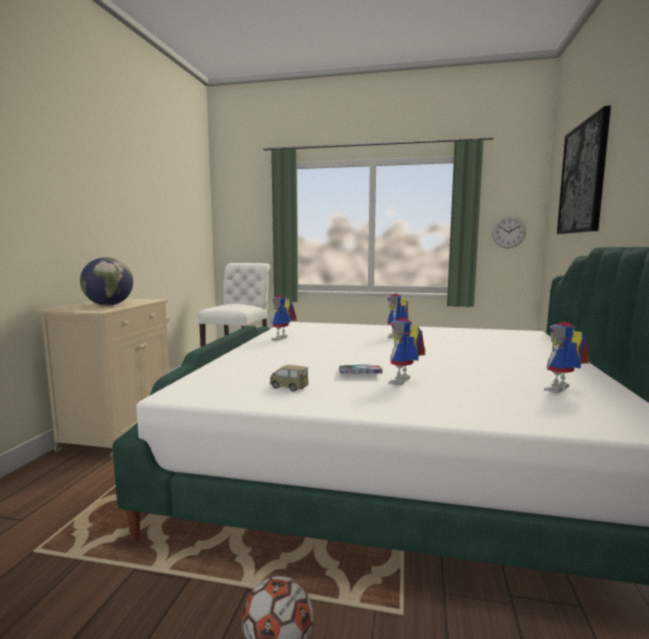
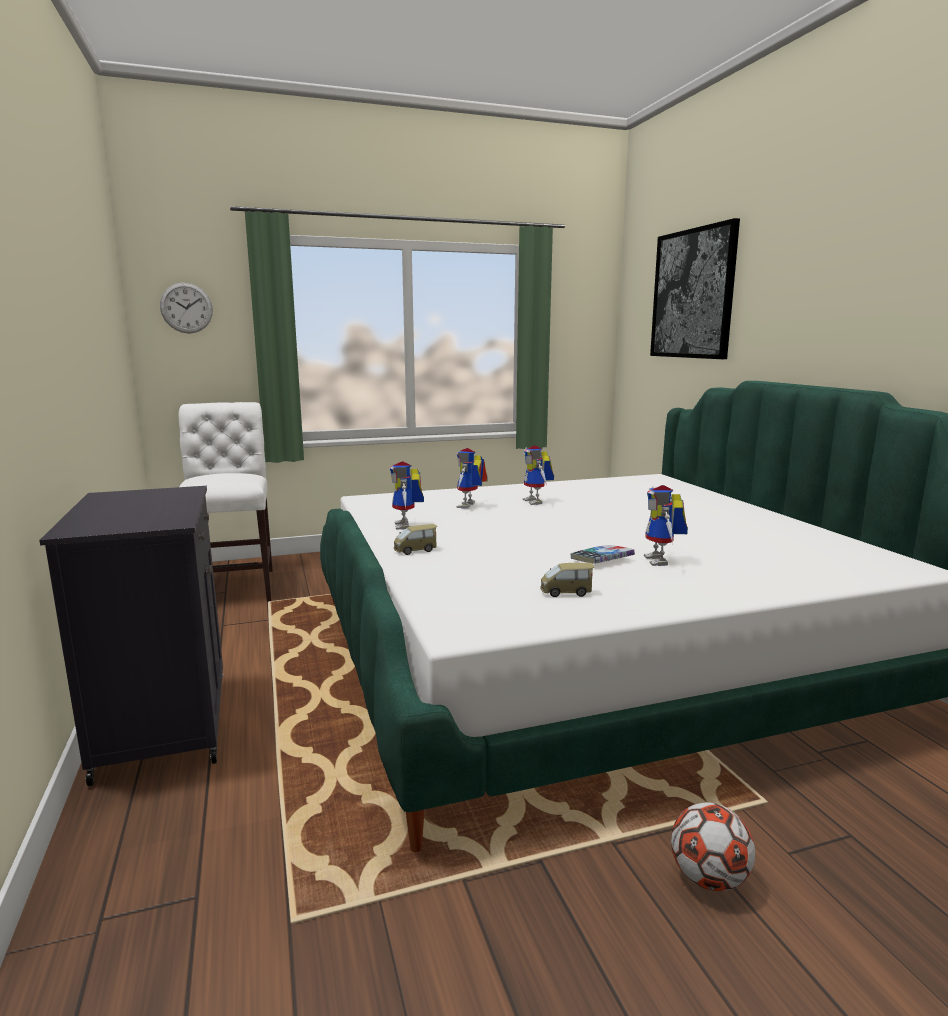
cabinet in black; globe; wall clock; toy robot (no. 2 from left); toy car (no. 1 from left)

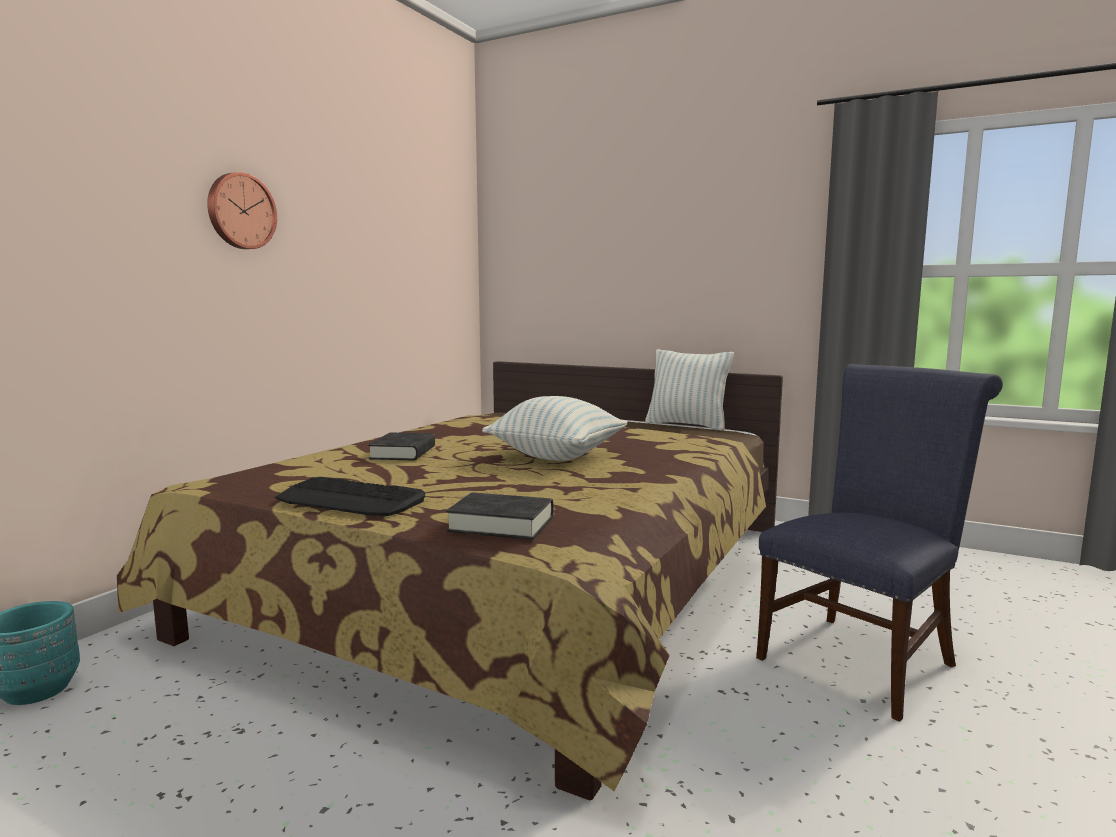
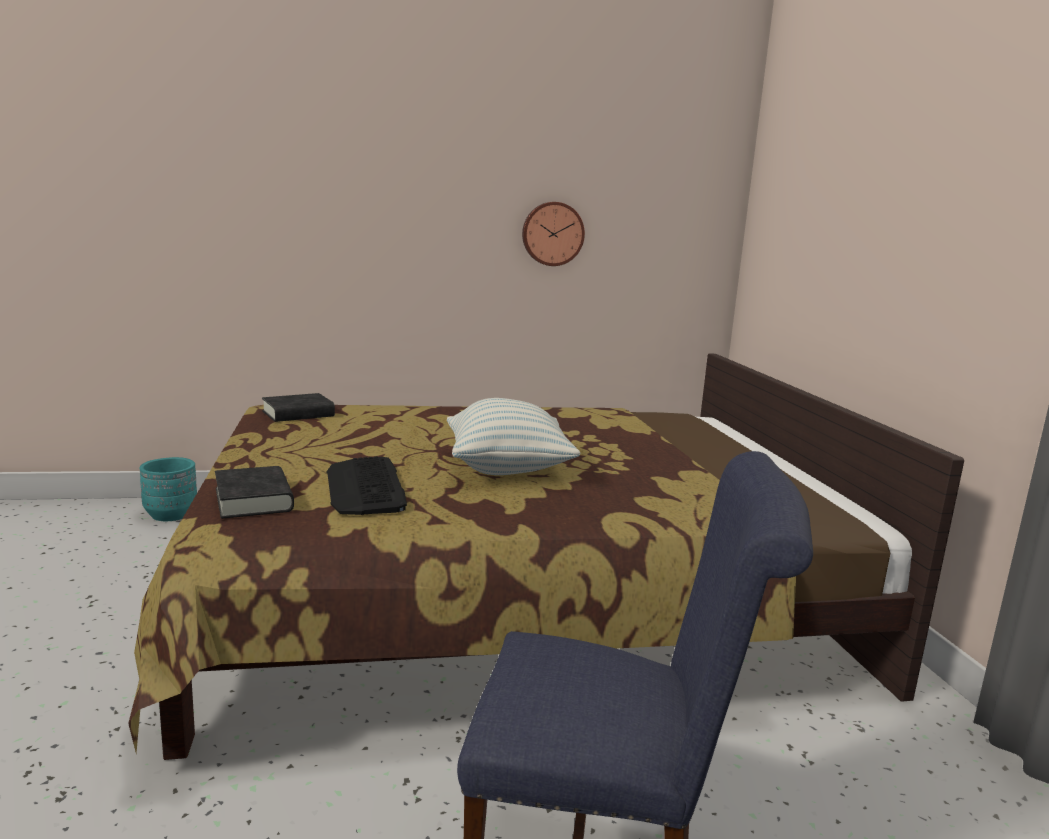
wall clock; keyboard; book in black (no. 2 from left); pillow (no. 2 from left in the first image)

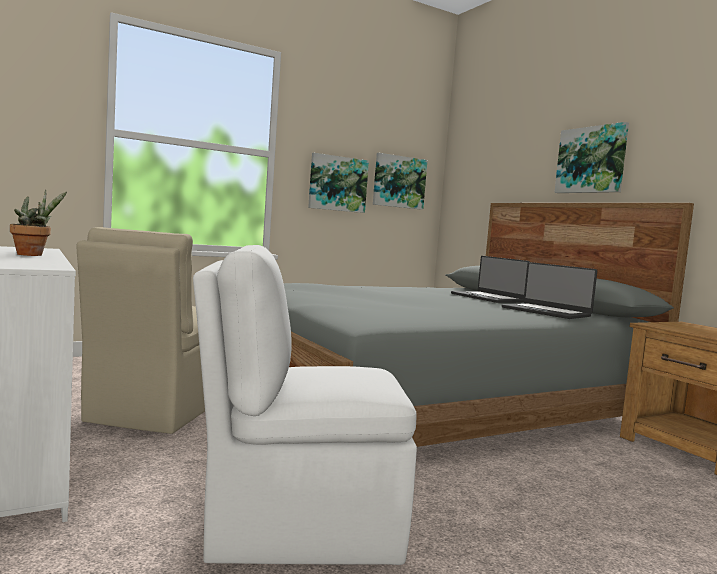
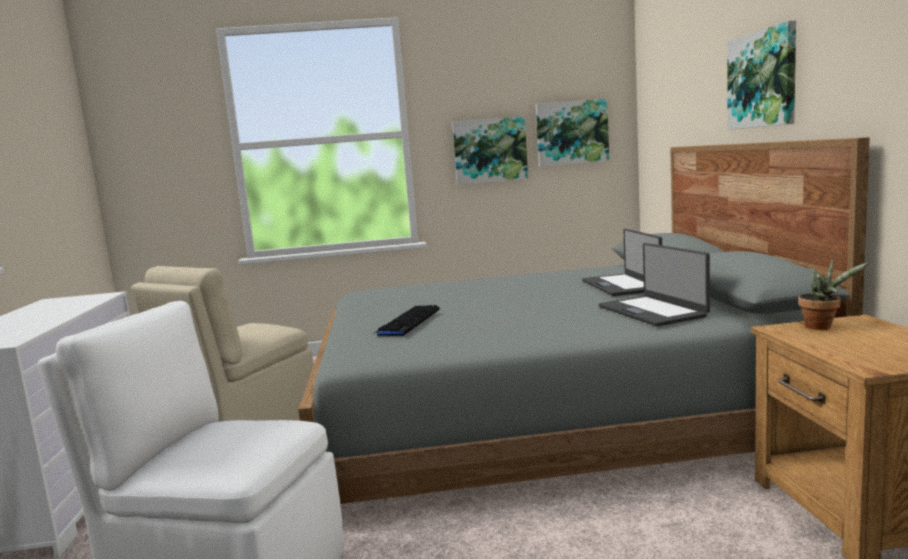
potted plant; keyboard

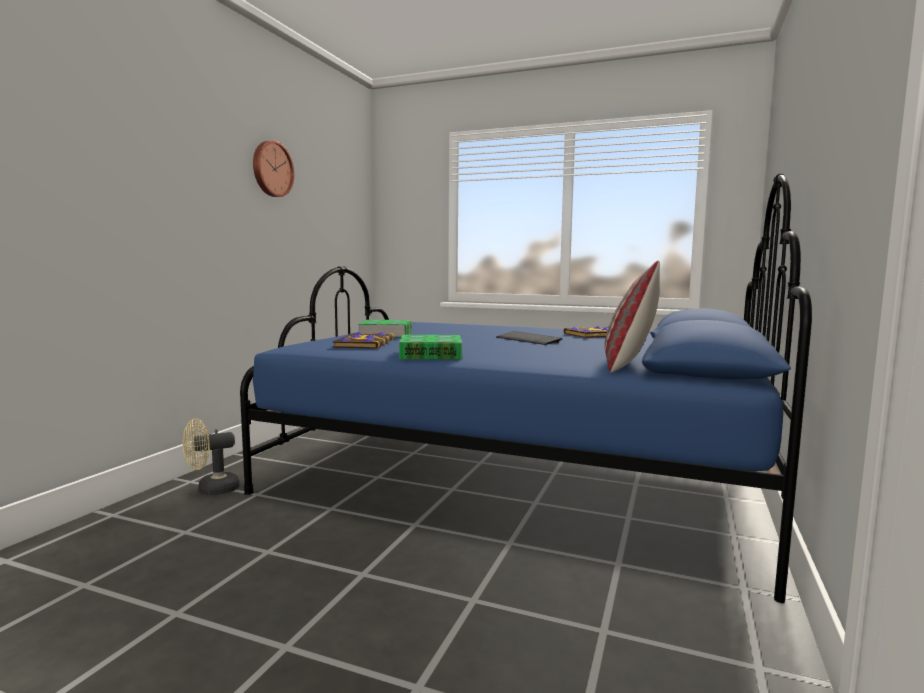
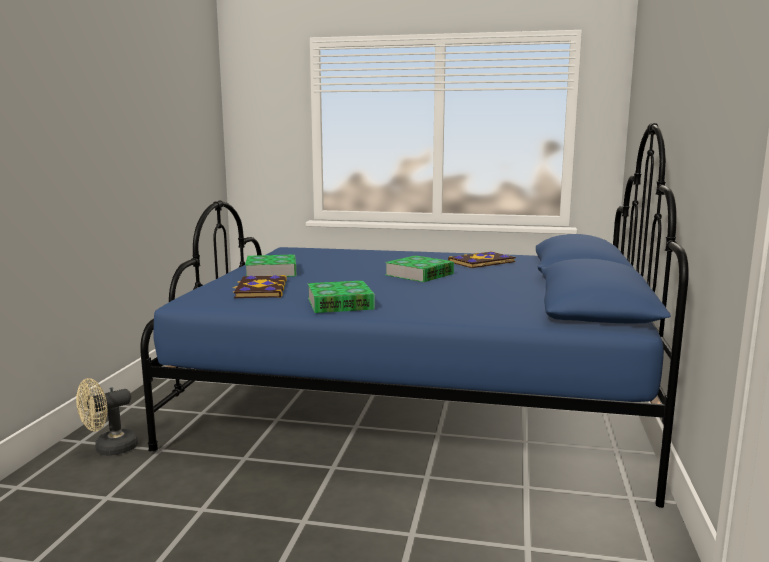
wall clock; book (no. 4 from left); pillow

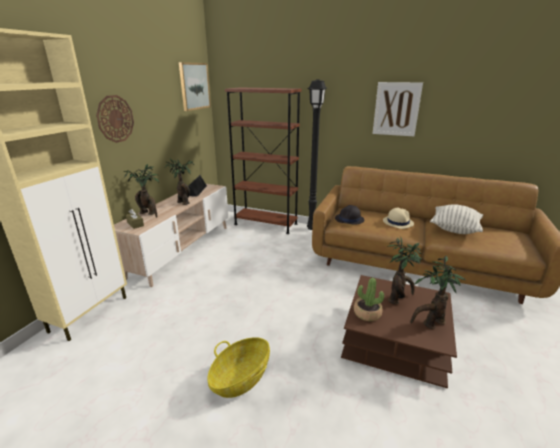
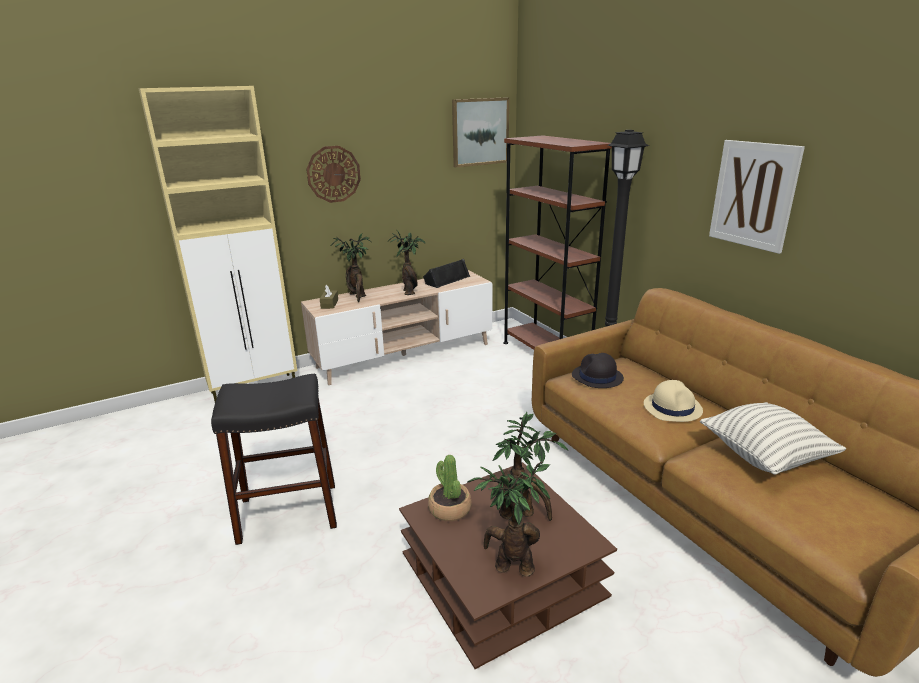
stool in black

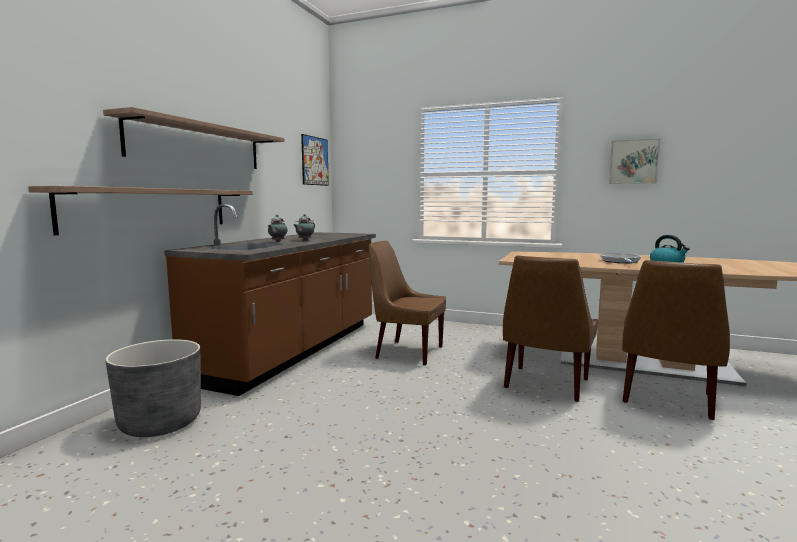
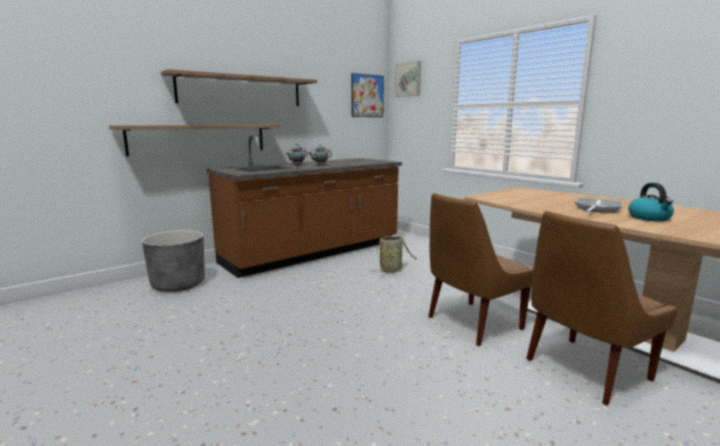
basket; picture (no. 2 from left)

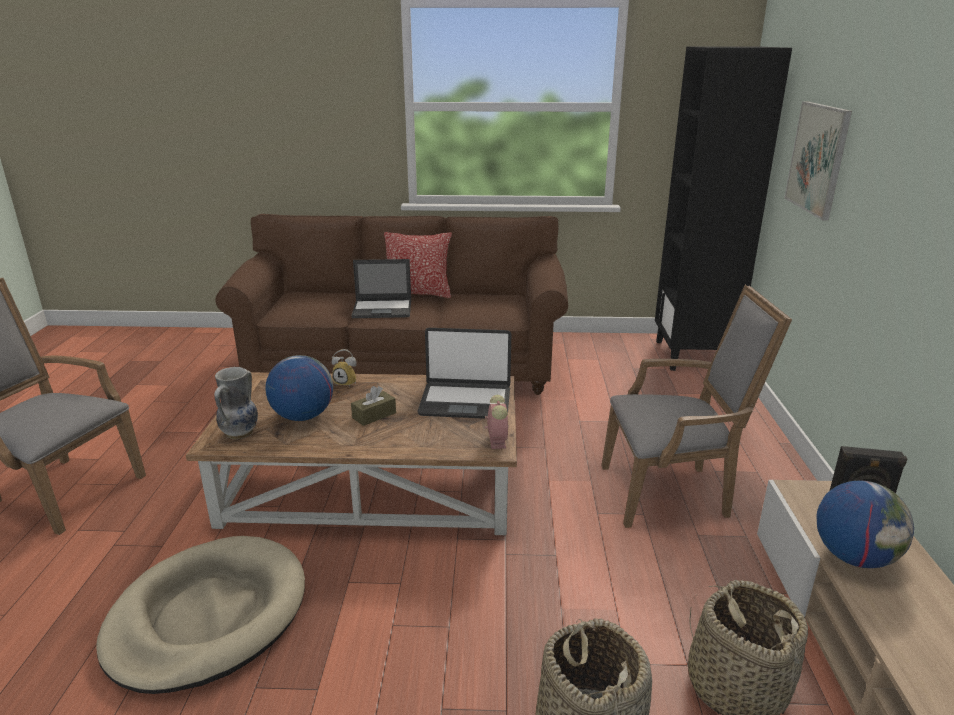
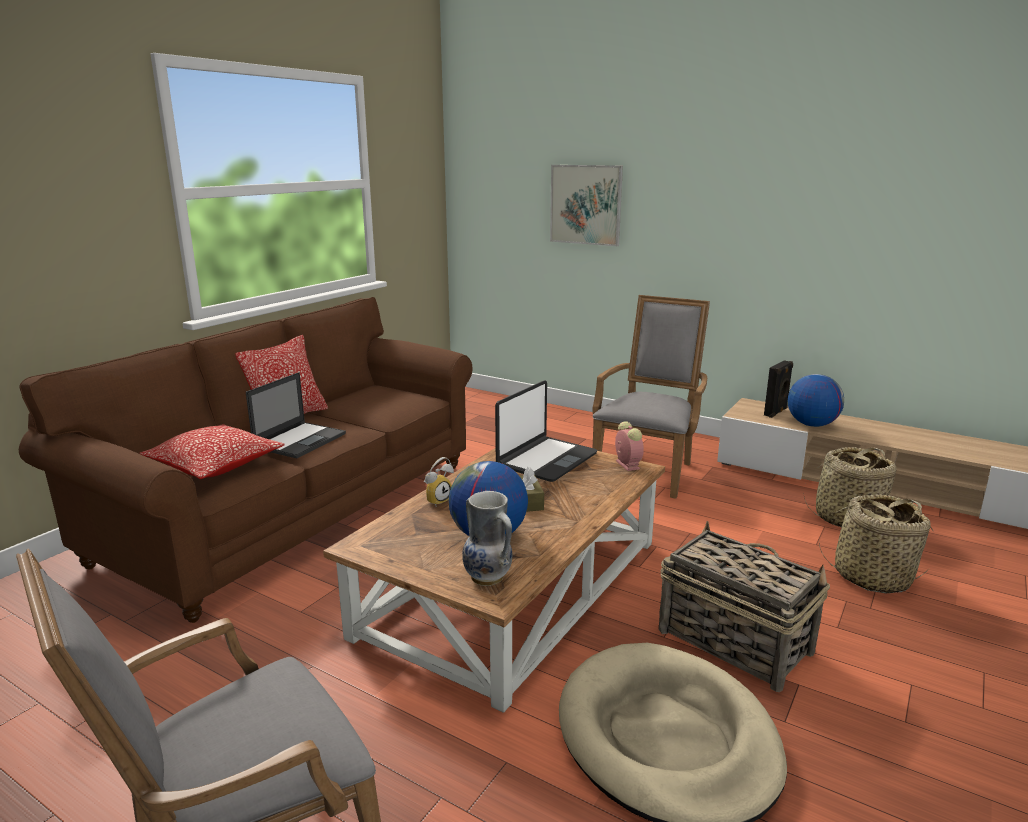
alarm clock (no. 2 from left); bookcase in black; pillow (no. 1 from left); basket (no. 1 from left)

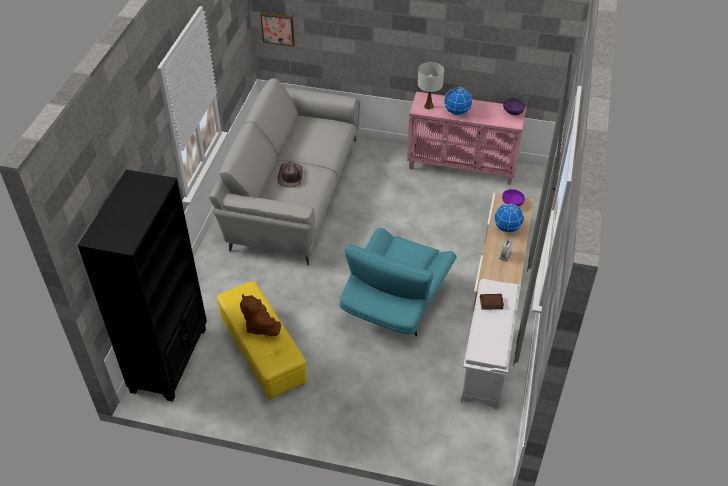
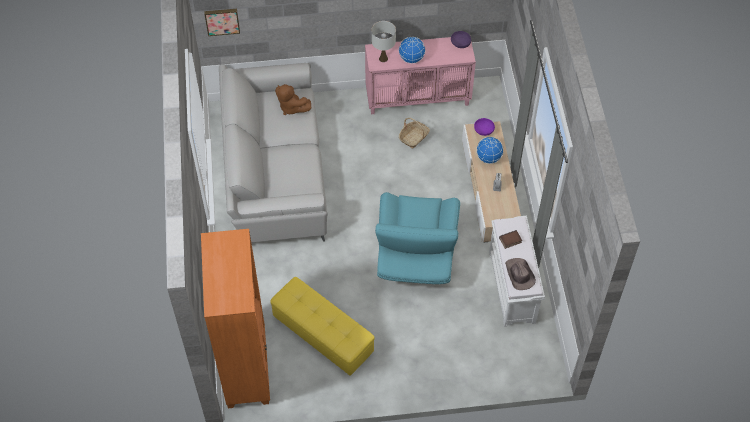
bookcase in orange; plush toy in brown; hat in brown; basket

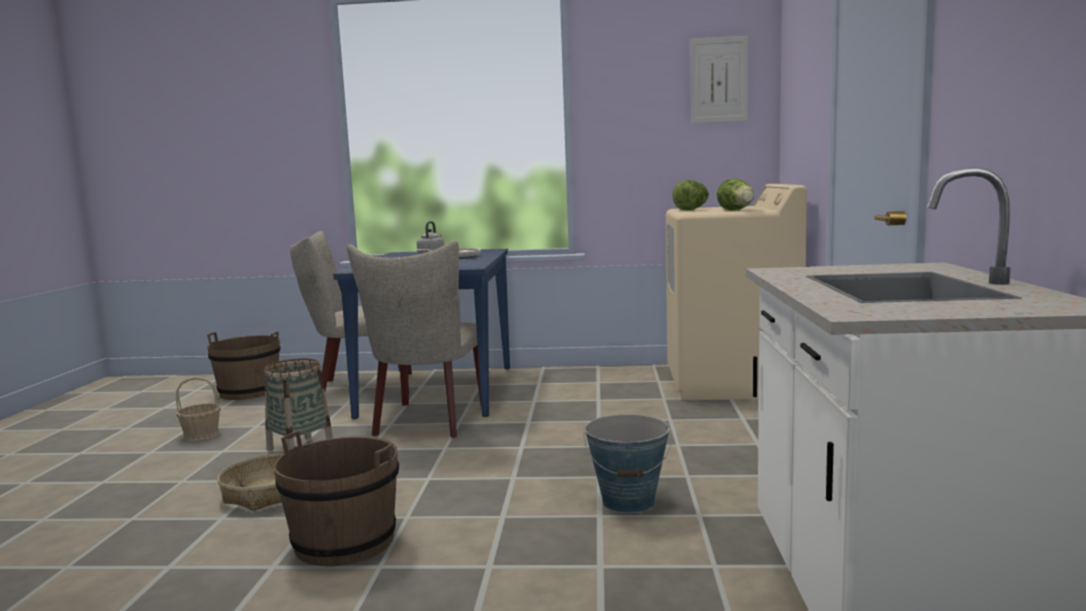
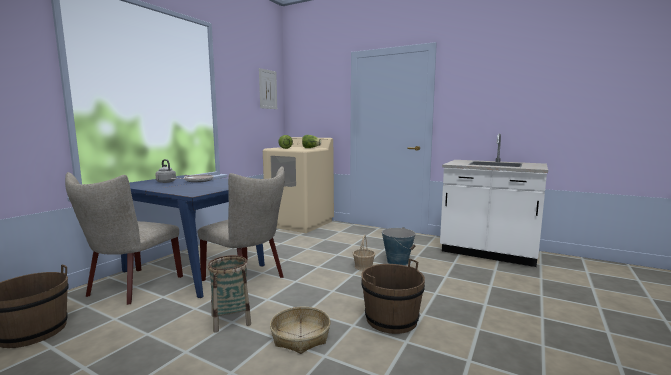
basket (no. 3 from left)

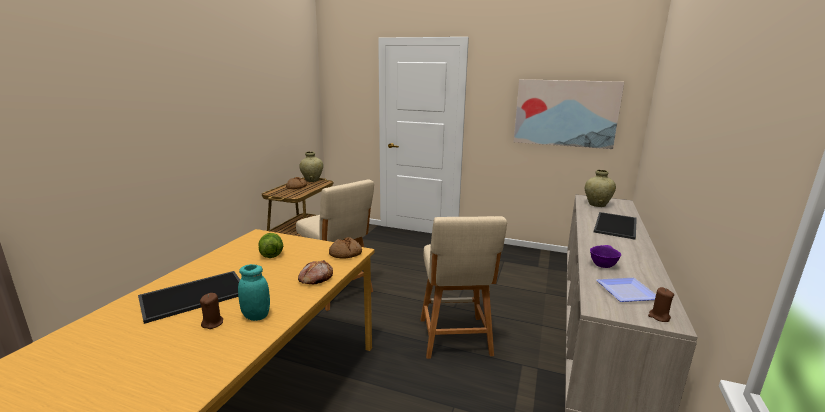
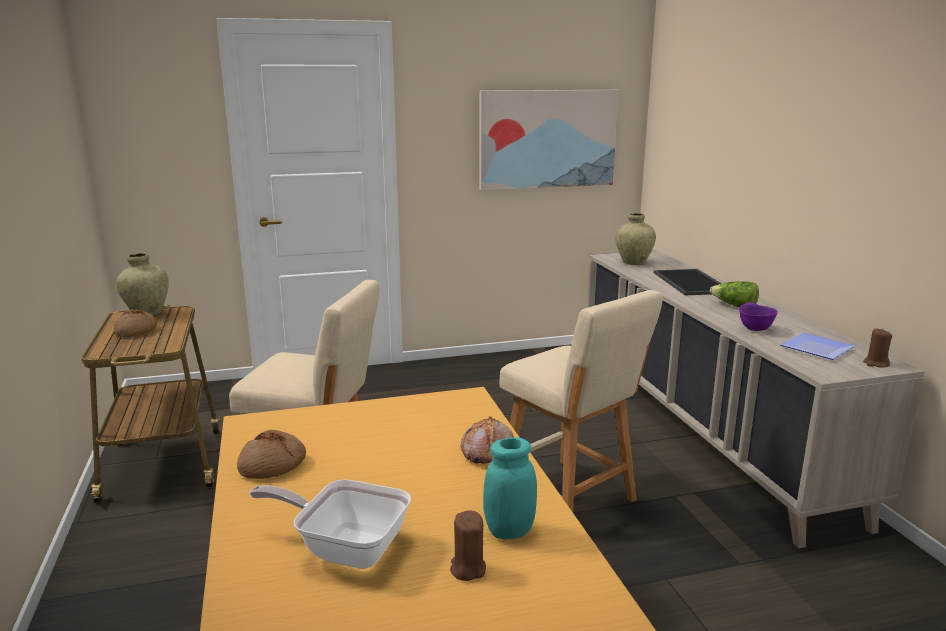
frying pan; lettuce; bread (no. 2 from left)

